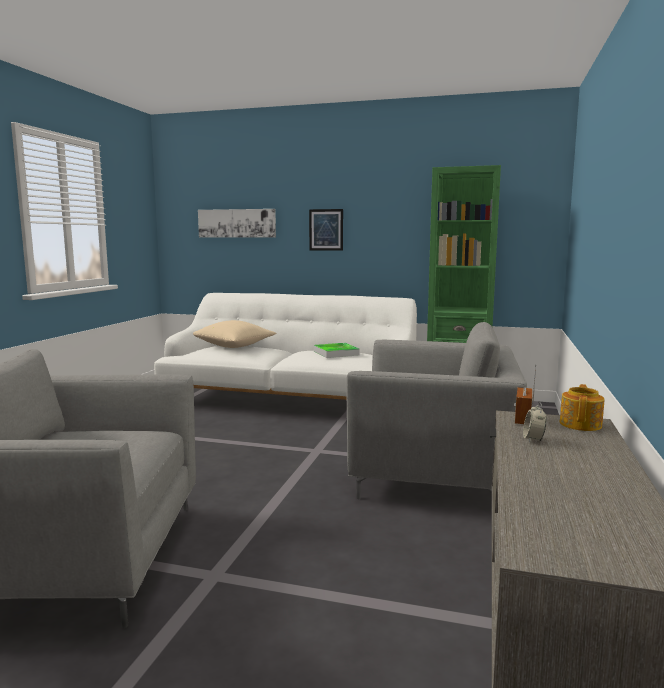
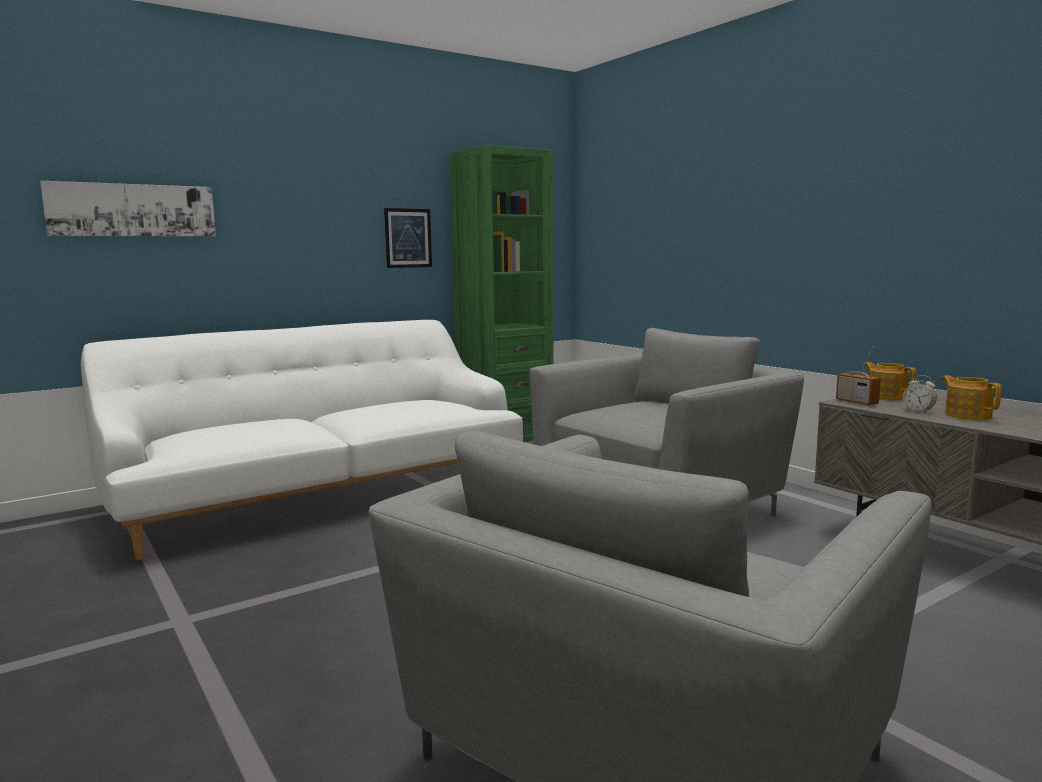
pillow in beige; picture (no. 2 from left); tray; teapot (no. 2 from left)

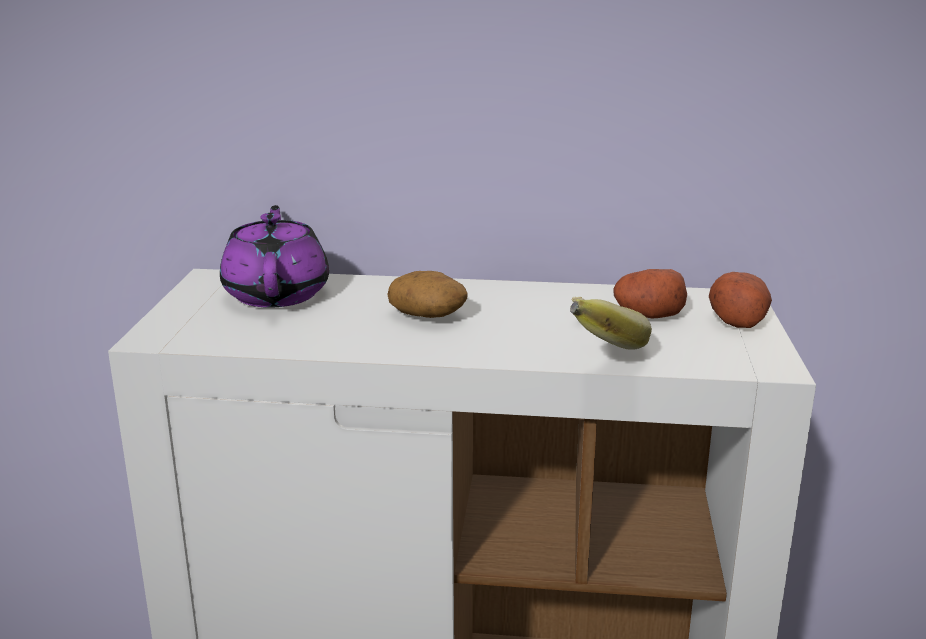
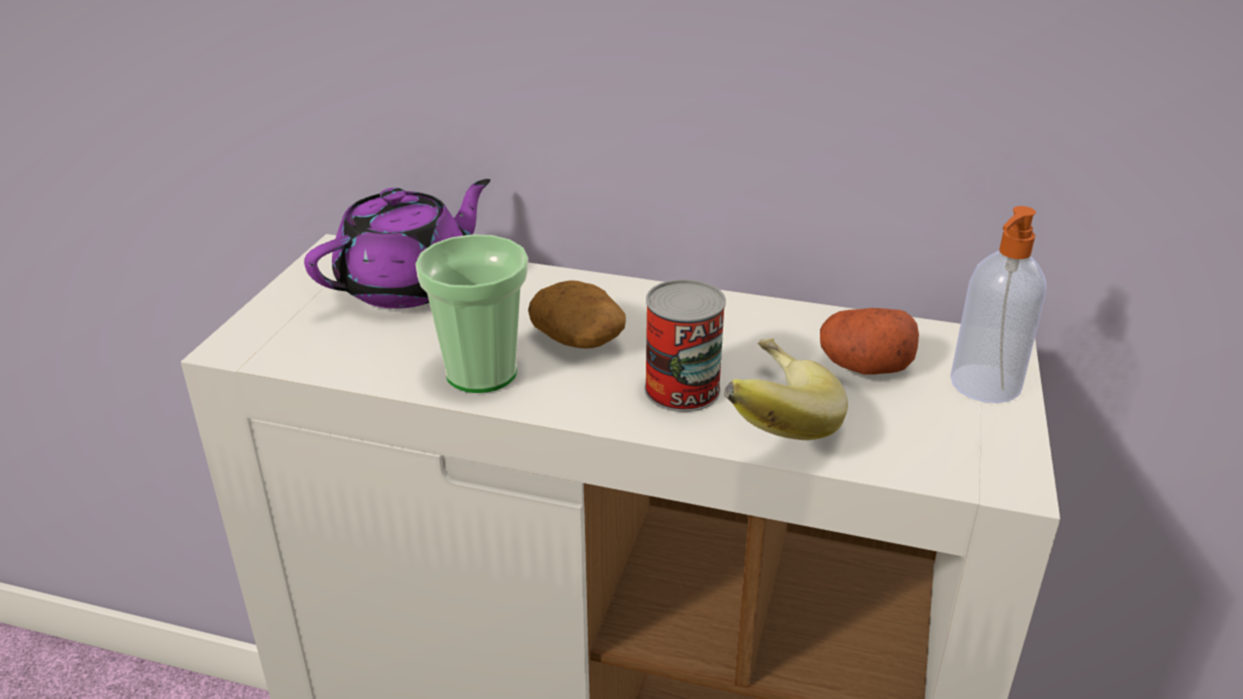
teapot in purple; soap dispenser; cup; can

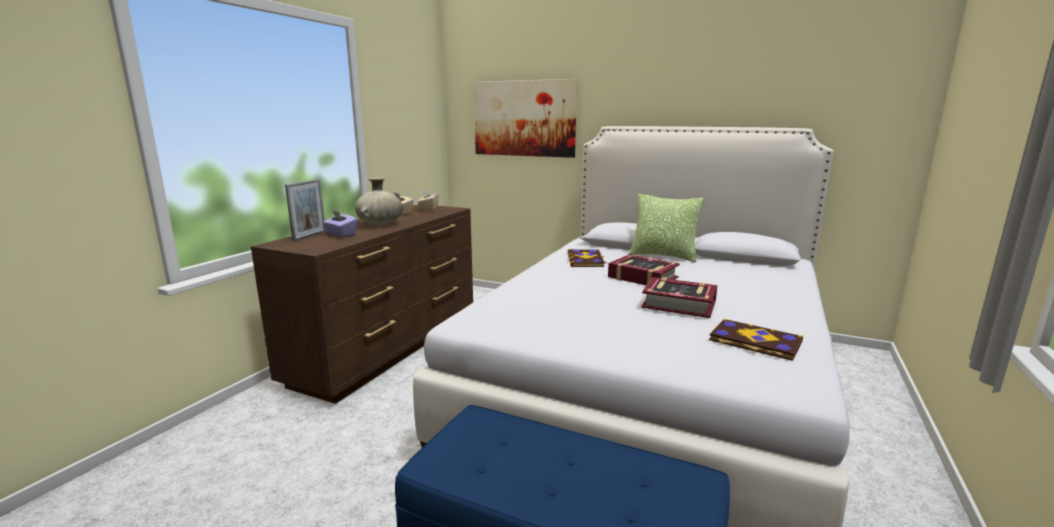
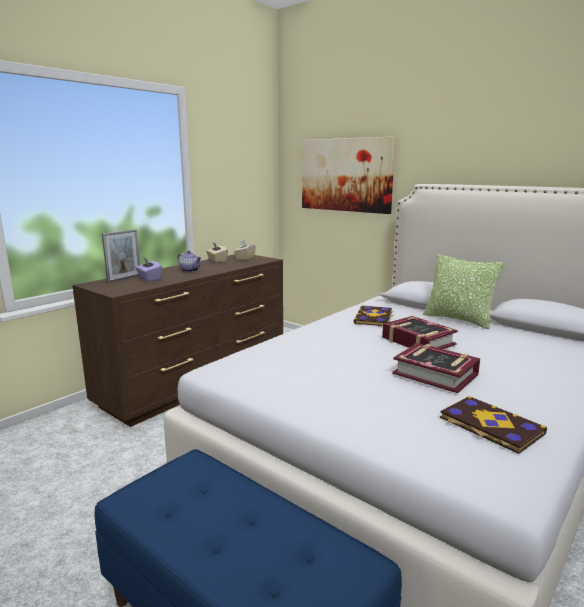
teapot

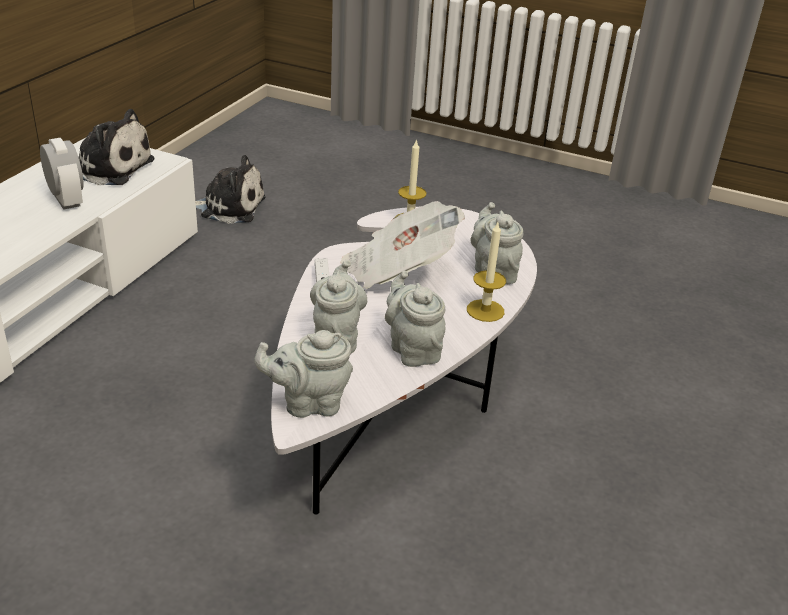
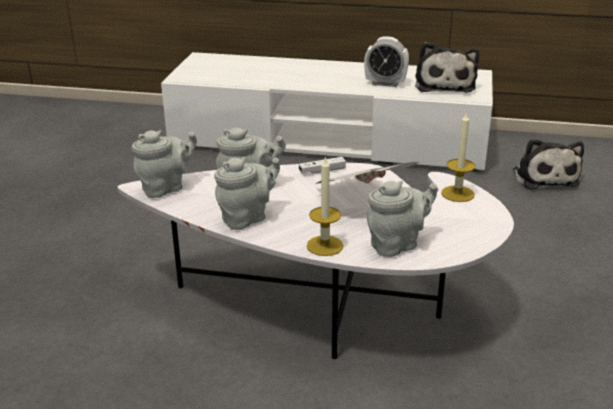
alarm clock; teapot in grey (no. 1 from left)

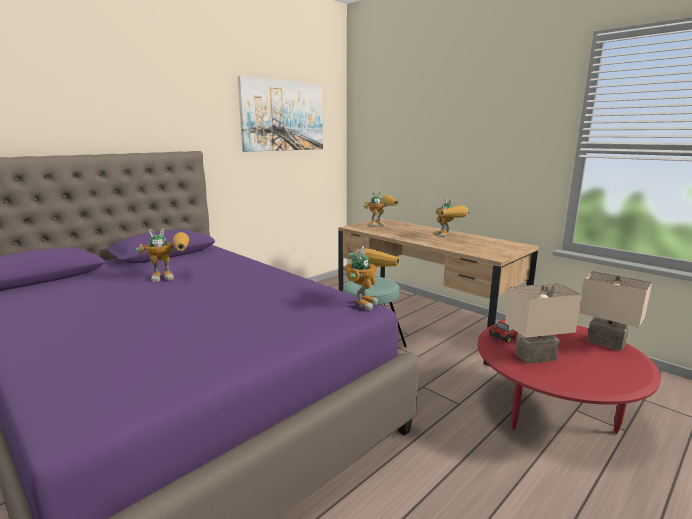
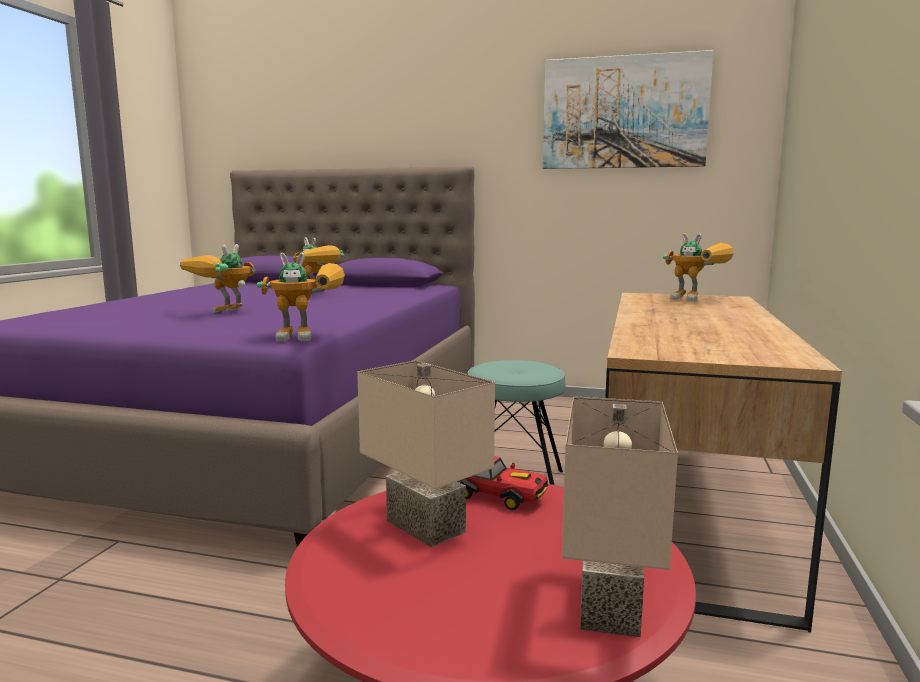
toy robot (no. 1 from left)

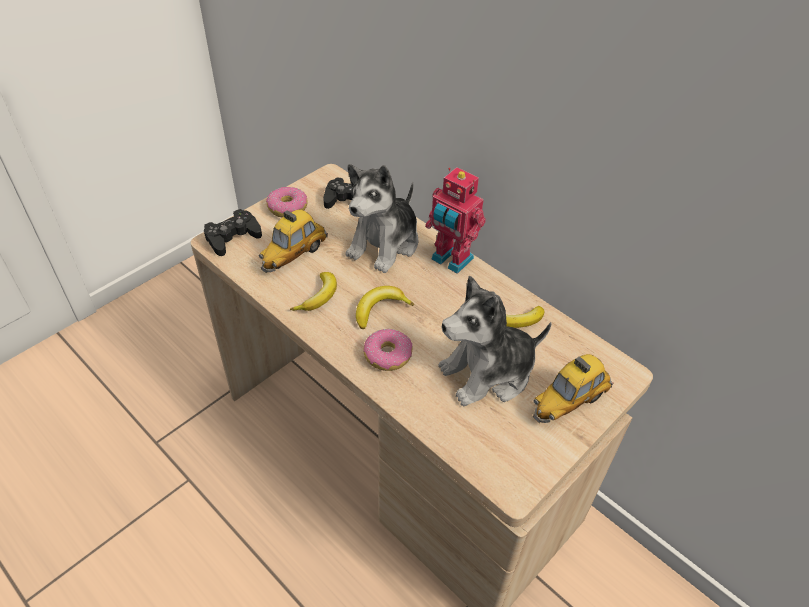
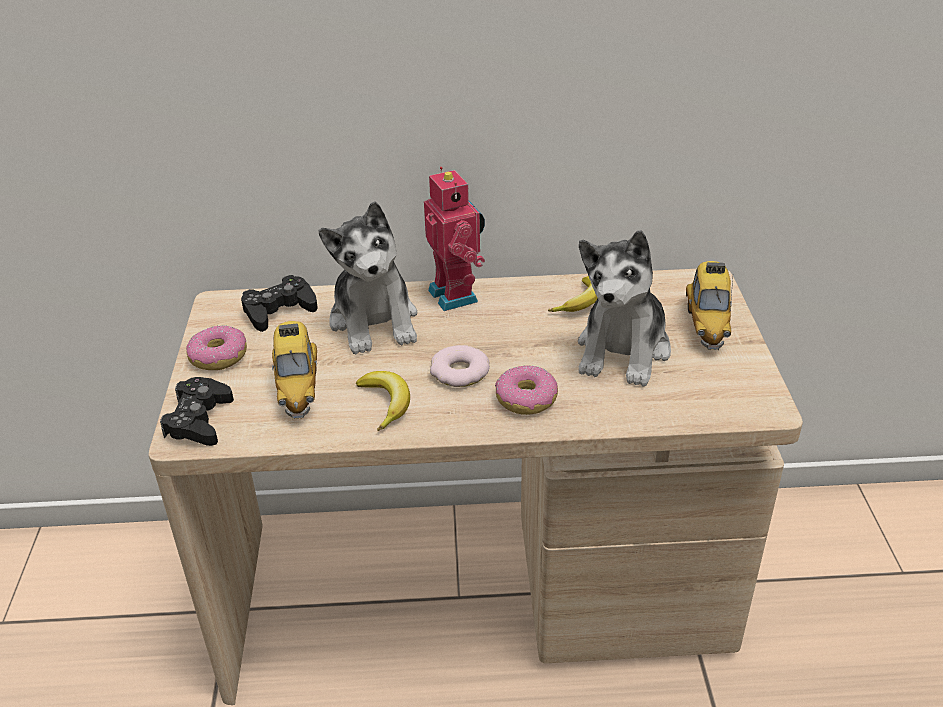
donut (no. 2 from left); toy robot

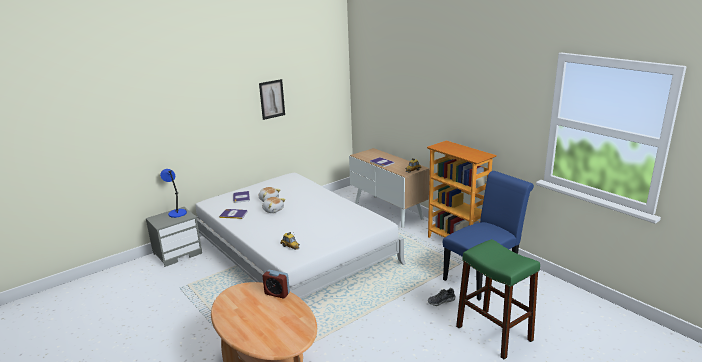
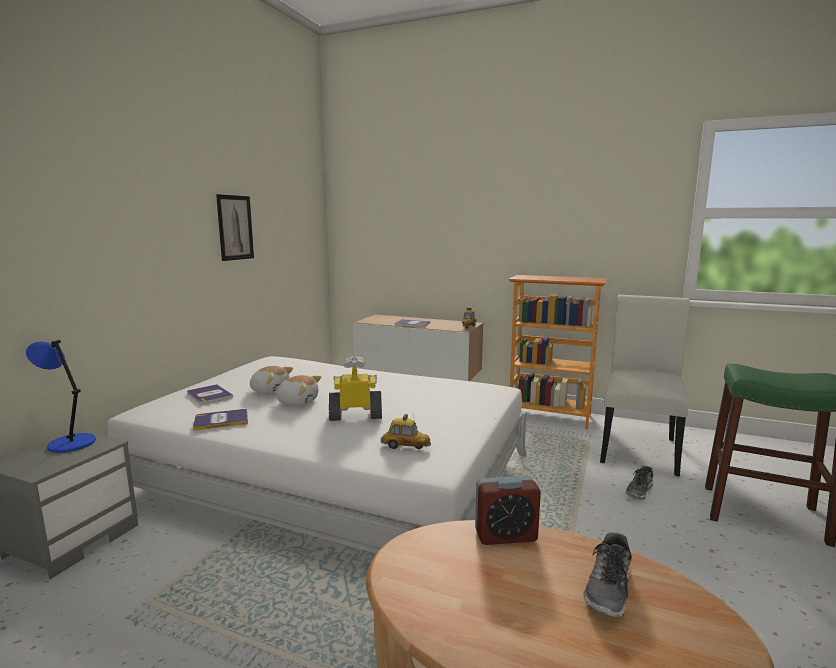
chair in white; toy robot; shoe (no. 1 from left)

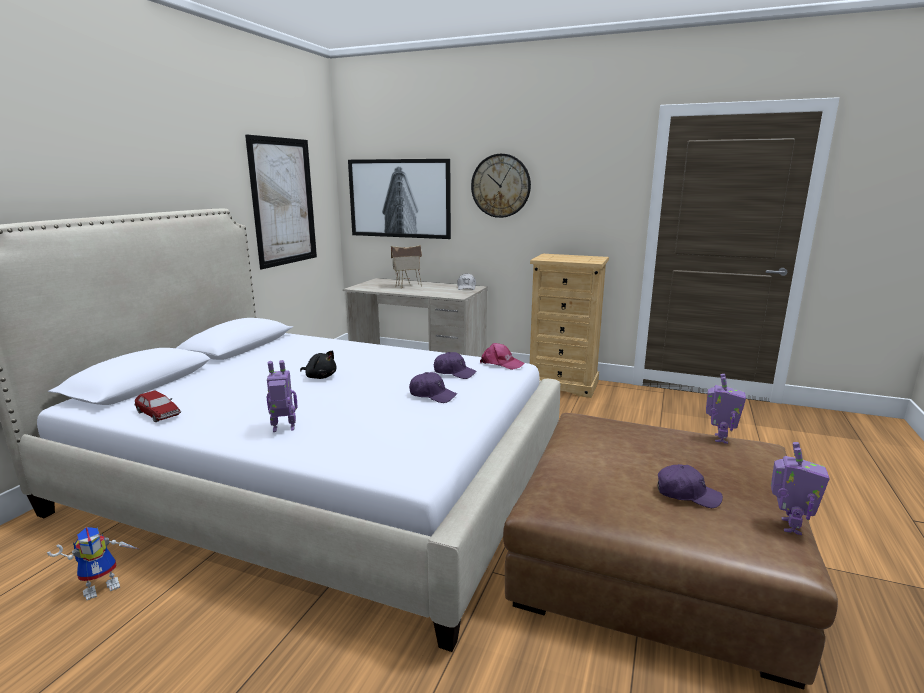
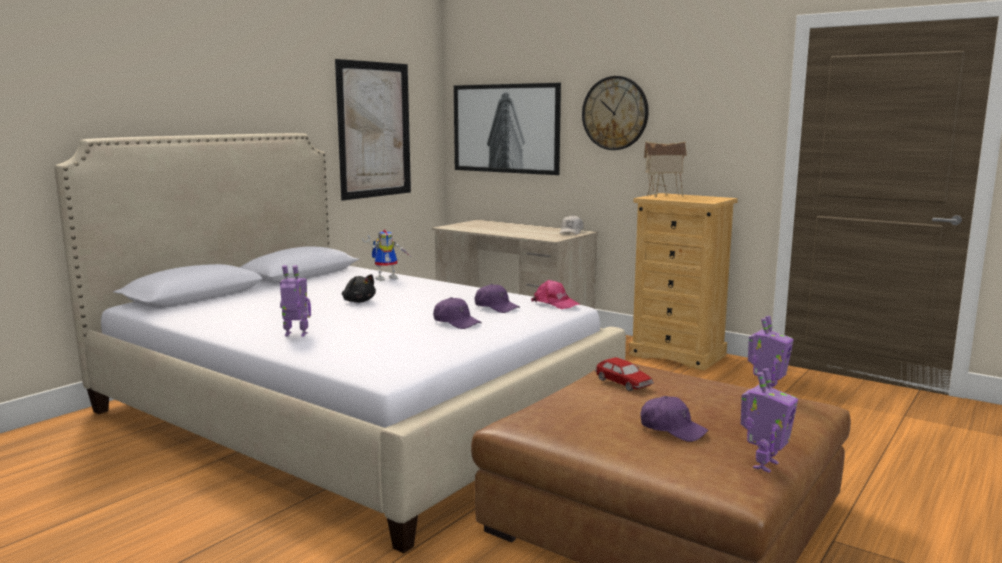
toy robot (no. 2 from left); toy car; toy house

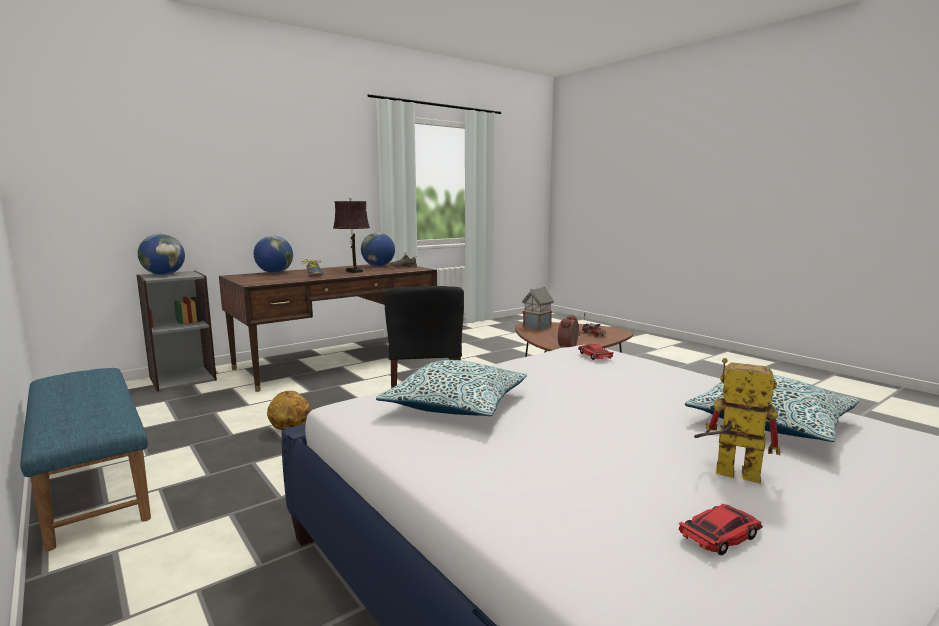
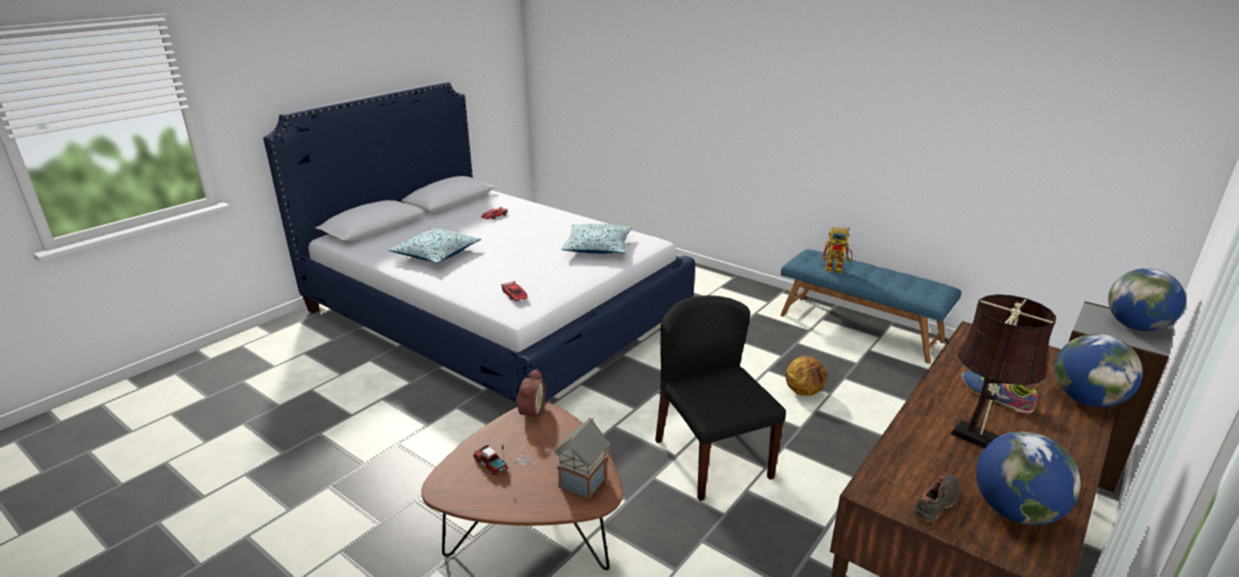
toy robot

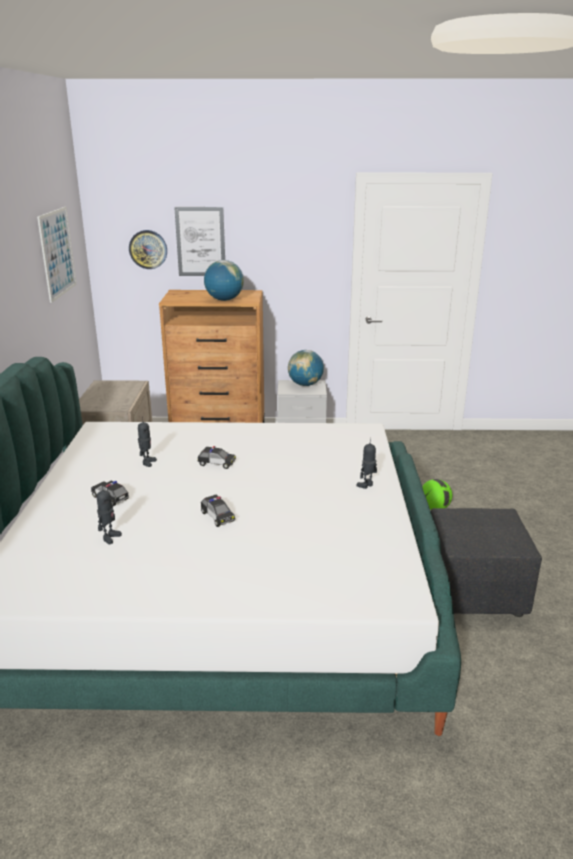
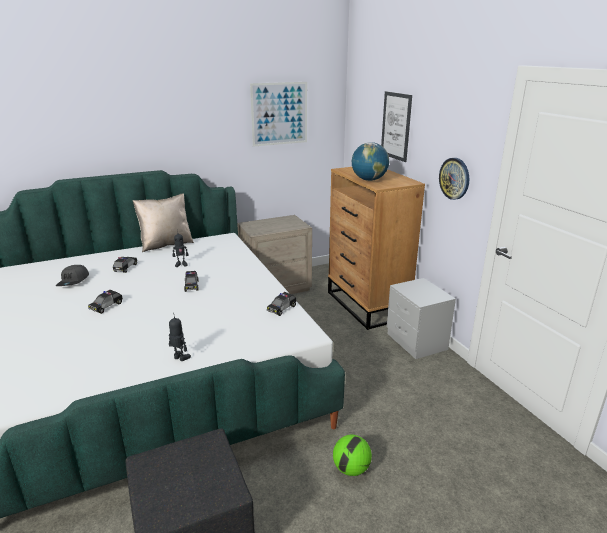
cap in grey; wall clock; globe (no. 2 from left in the first image); pillow in beige; toy car (no. 4 from left)

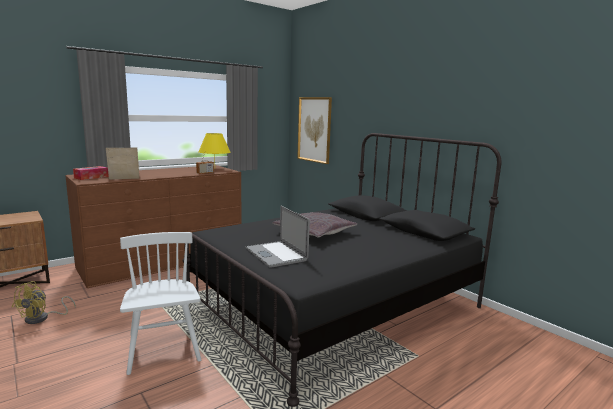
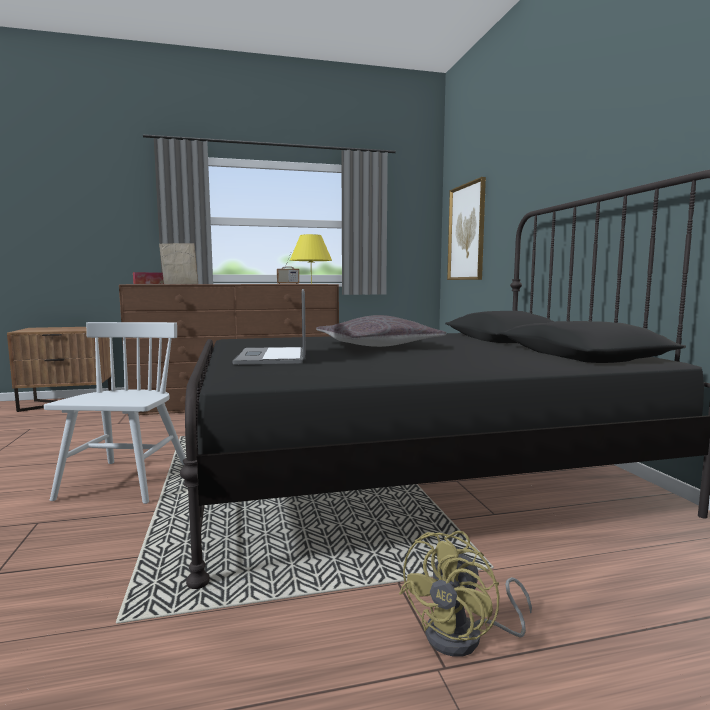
fan in yellow

